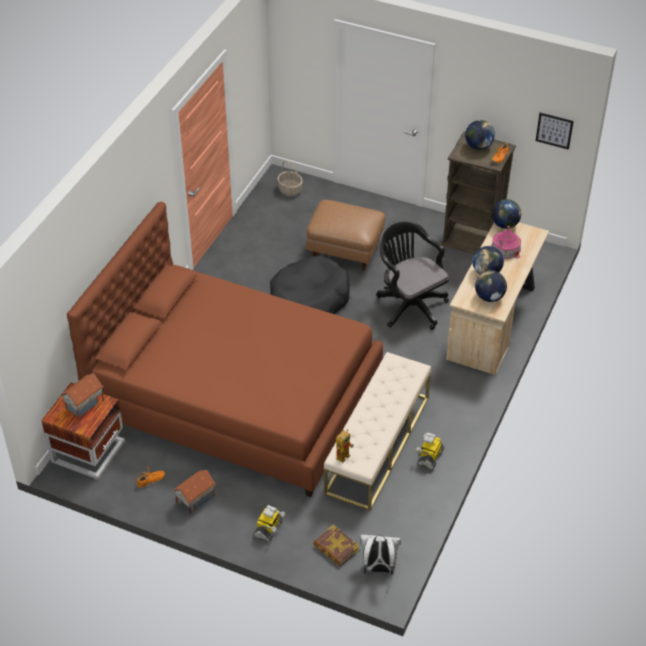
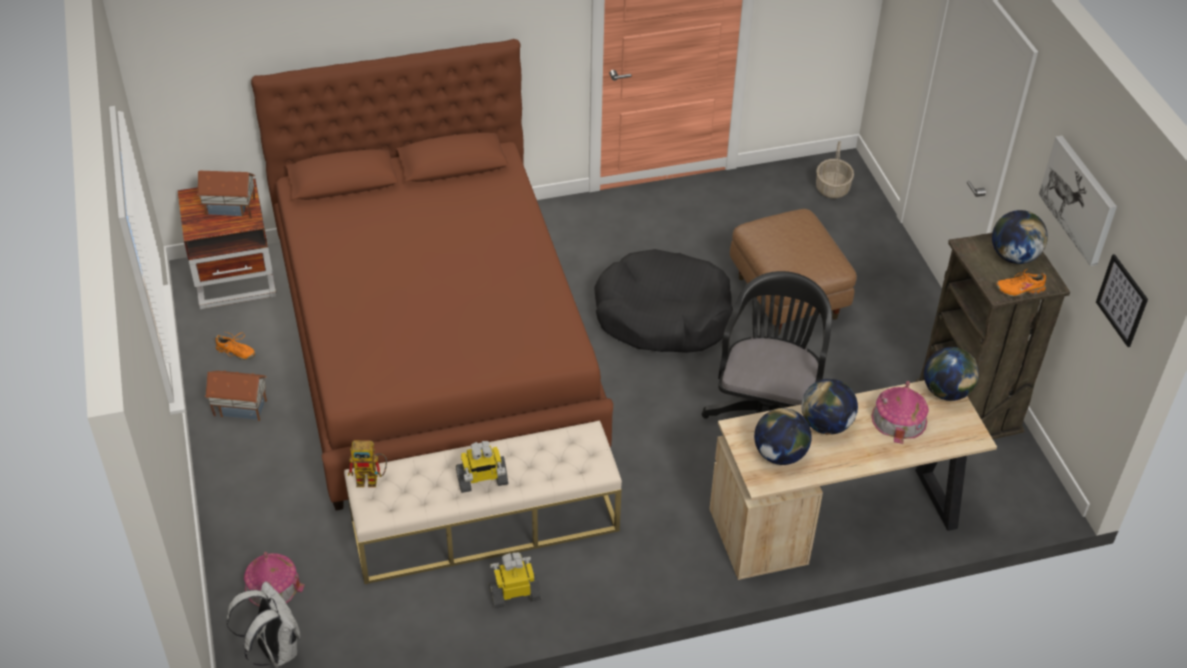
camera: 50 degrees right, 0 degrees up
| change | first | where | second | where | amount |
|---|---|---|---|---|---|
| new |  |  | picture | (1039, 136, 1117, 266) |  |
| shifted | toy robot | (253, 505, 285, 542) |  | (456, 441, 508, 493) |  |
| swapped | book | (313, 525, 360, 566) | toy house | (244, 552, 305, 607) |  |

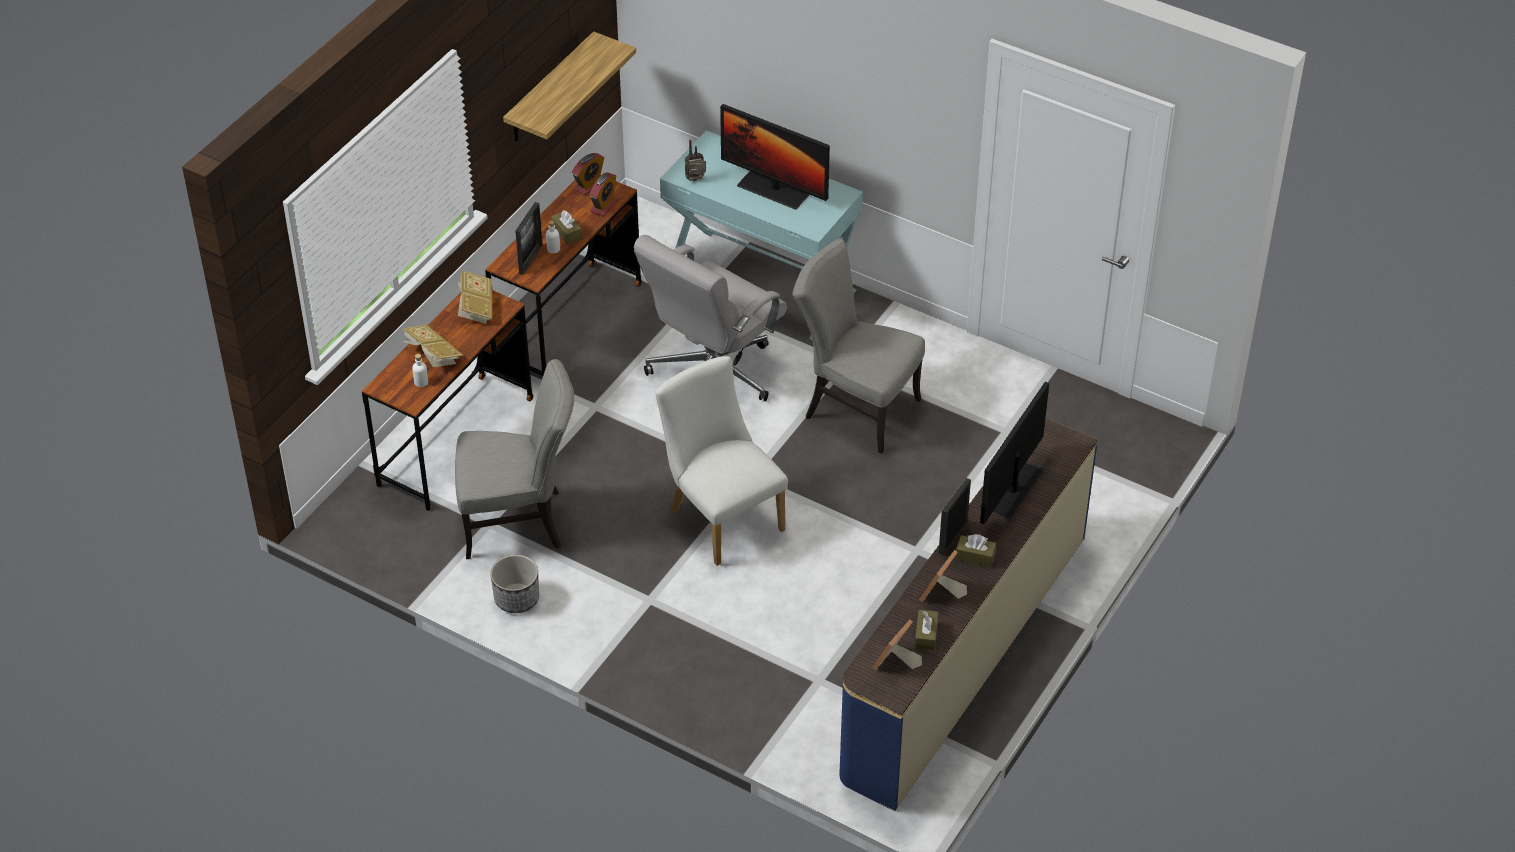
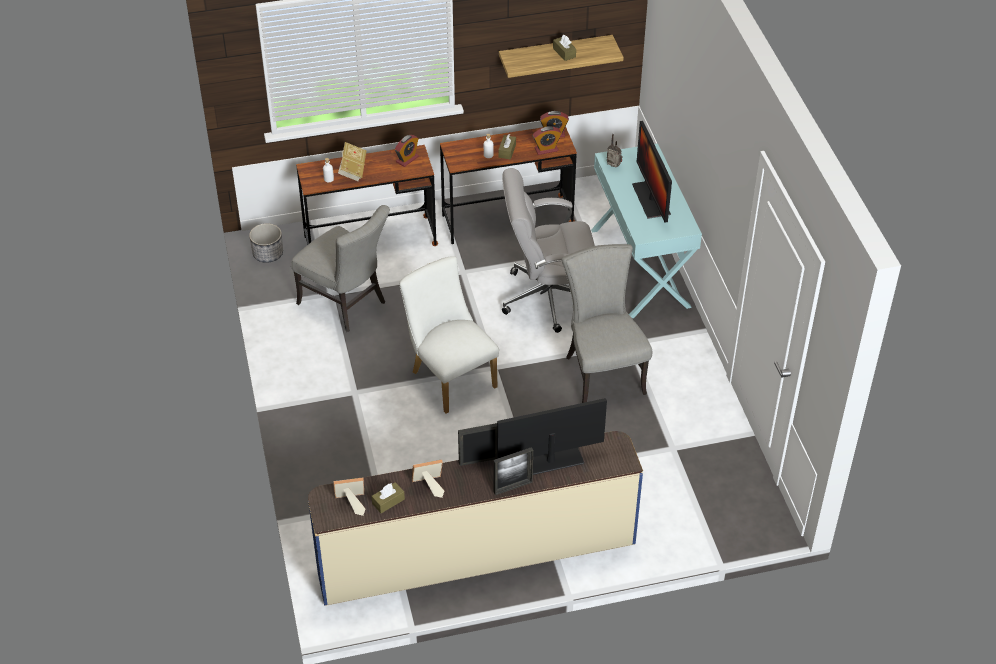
camera: 45 degrees right, 0 degrees up
| change | first | where | second | where | amount |
|---|---|---|---|---|---|
| shifted | planter | (490, 555, 539, 613) |  | (249, 223, 283, 263) |  |
| shifted | picture frame | (515, 202, 543, 275) |  | (494, 447, 533, 495) |  |
| shifted | tissue box/brown | (955, 534, 996, 567) |  | (553, 35, 576, 61) |  |
| swapped | book | (458, 270, 492, 324) | alarm clock | (395, 135, 419, 167) |  |
| rotated | chair/white | (656, 356, 788, 566) |  | (399, 256, 499, 413) | 45 degrees counterclockwise |

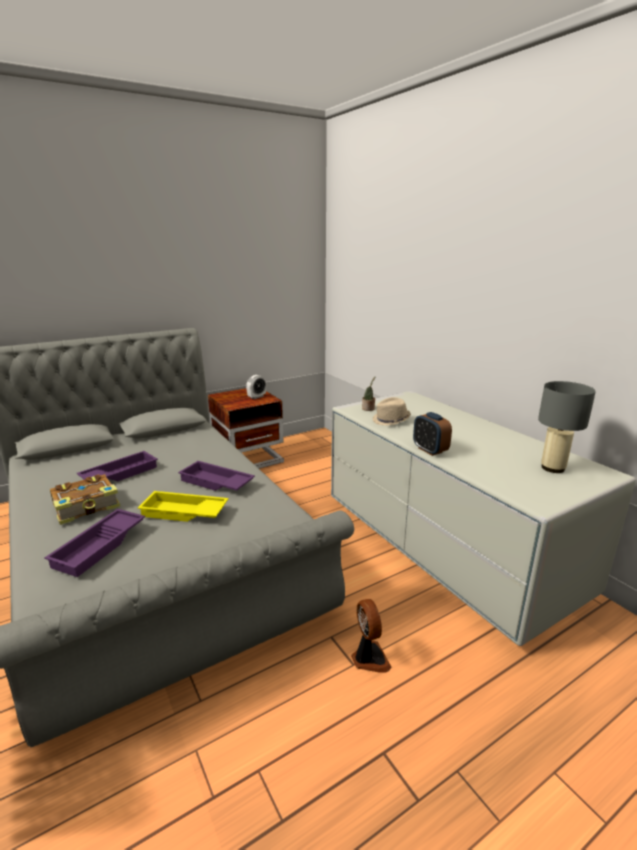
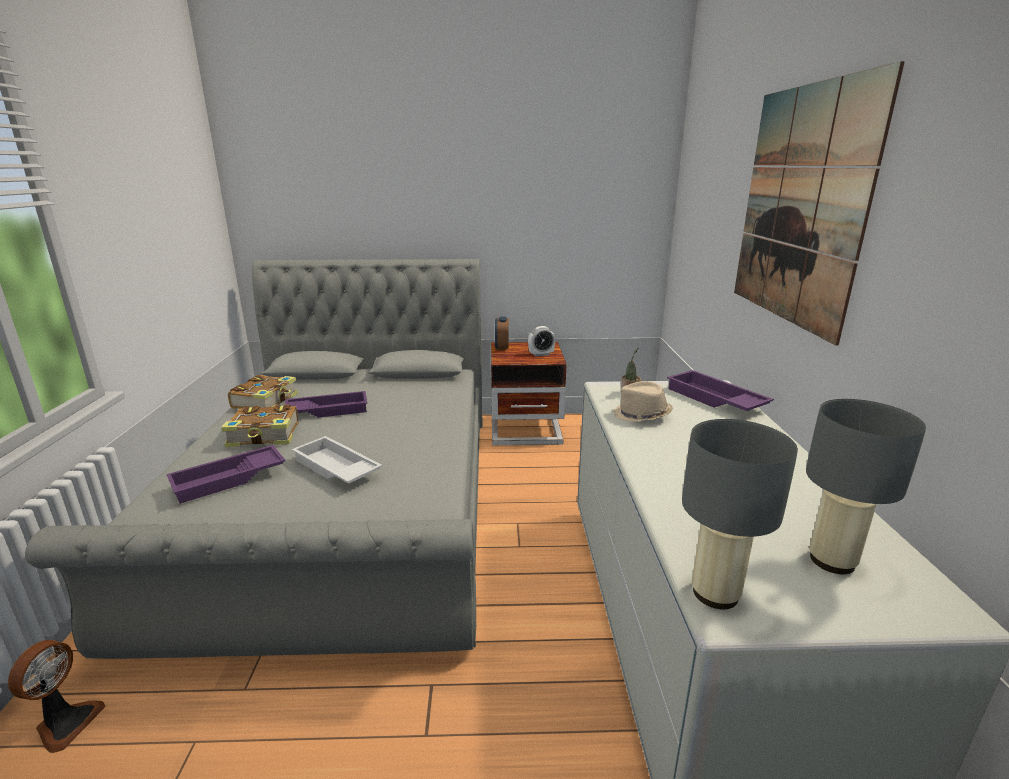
camera: 30 degrees right, 0 degrees up
| change | first | where | second | where | amount |
|---|---|---|---|---|---|
| new |  |  | book | (228, 375, 298, 409) |  |
| new |  |  | table lamp/grey | (682, 419, 798, 609) |  |
| new |  |  | picture | (734, 61, 905, 345) |  |
| shifted | tray/purple | (178, 461, 255, 491) |  | (667, 370, 774, 411) |  |
| shifted | fan | (351, 599, 392, 672) |  | (8, 640, 105, 753) |  |
| shifted | alarm clock | (413, 412, 452, 456) |  | (495, 317, 509, 350) |  |
| repainted | tray/yellow | (138, 491, 229, 522) | tray/white | (292, 436, 382, 484) |  |

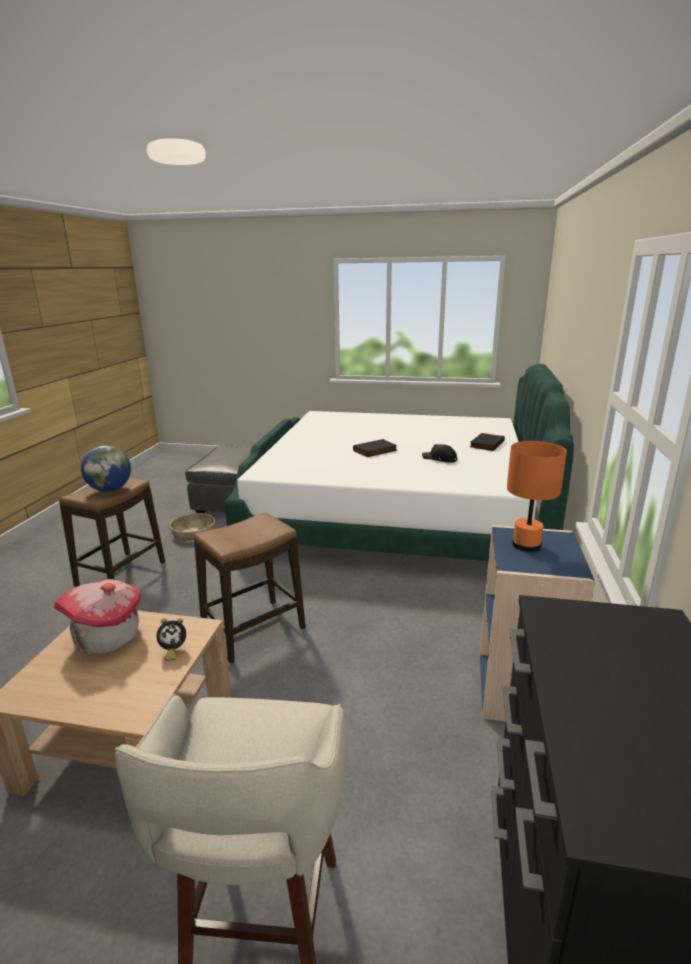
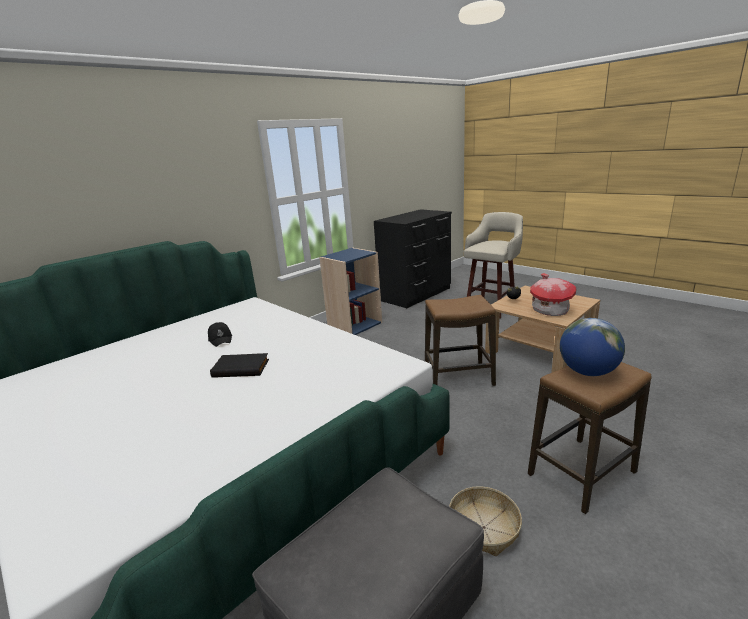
camera: 145 degrees left, 0 degrees up
| change | first | where | second | where | amount |
|---|---|---|---|---|---|
| gone | book/black | (470, 433, 505, 451) |  |  |  |
| gone | table lamp/orange | (507, 441, 567, 552) |  |  |  |

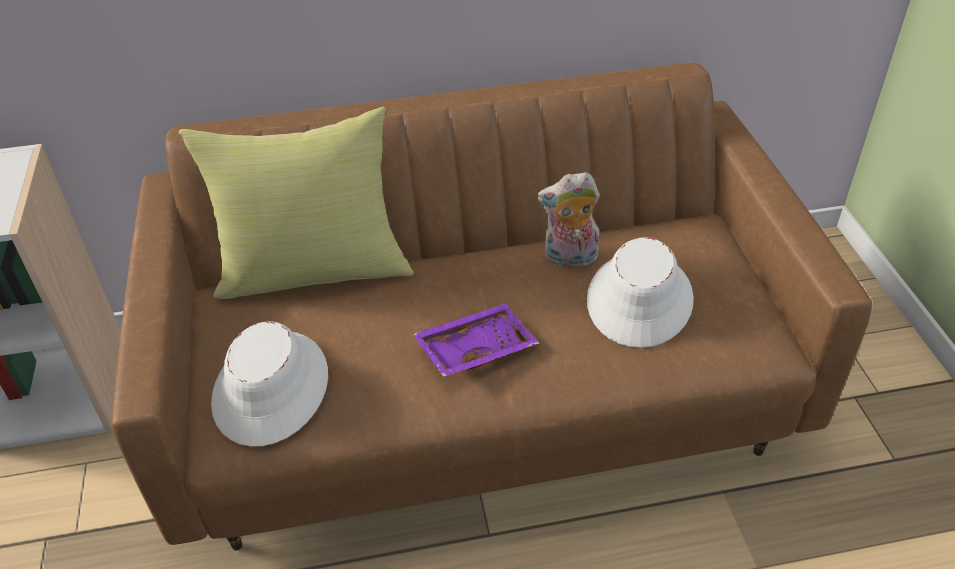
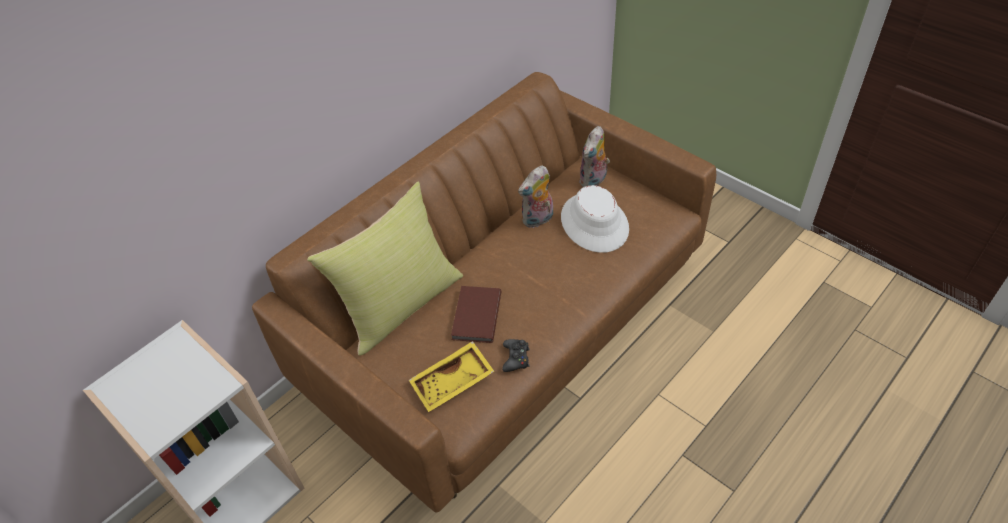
camera: 35 degrees left, 5 degrees up
| change | first | where | second | where | amount |
|---|---|---|---|---|---|
| gone | tray/purple | (413, 303, 539, 377) |  |  |  |
| new |  |  | book/brown | (451, 286, 501, 343) |  |
| new |  |  | game controller/black | (502, 339, 530, 372) |  |
| new |  |  | plush toy | (579, 126, 610, 187) |  |
| swapped | hat/white | (211, 321, 328, 447) | tray/yellow | (409, 341, 495, 412) |  |

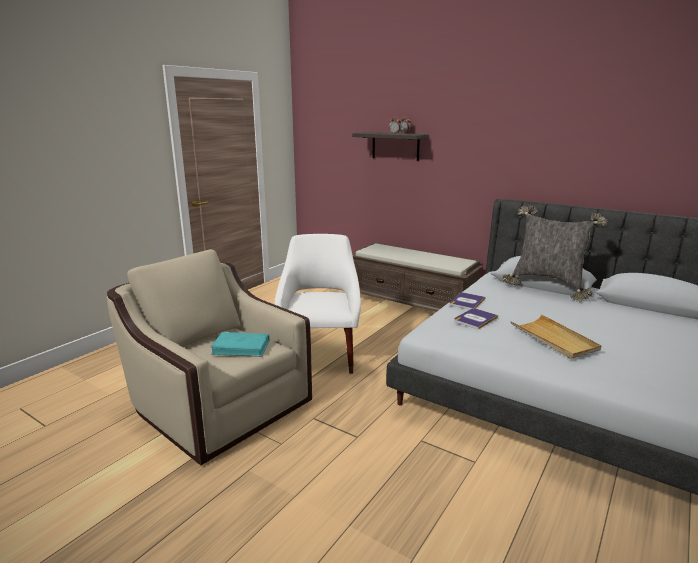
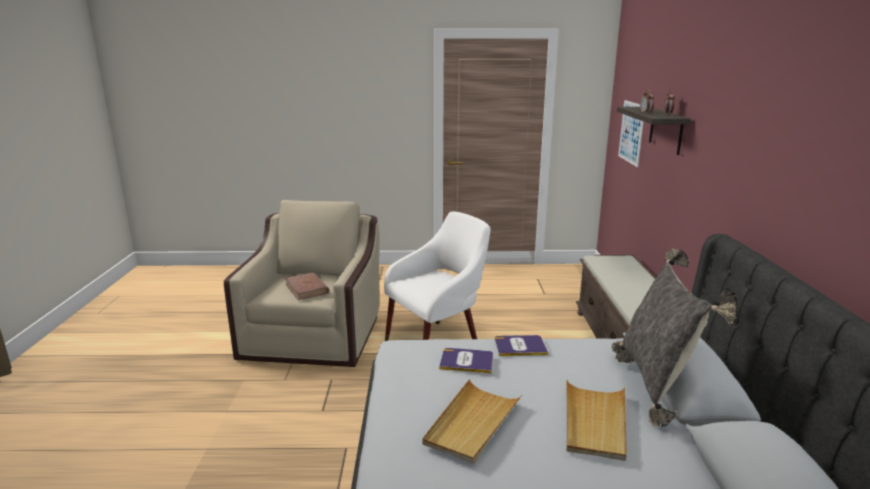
camera: 55 degrees right, 0 degrees up
| change | first | where | second | where | amount |
|---|---|---|---|---|---|
| new |  |  | tray/beige | (566, 380, 627, 461) |  |
| new |  |  | picture | (618, 100, 644, 167) |  |
| repainted | book/turquoise | (210, 332, 270, 357) | book/brown | (285, 272, 329, 300) |  |

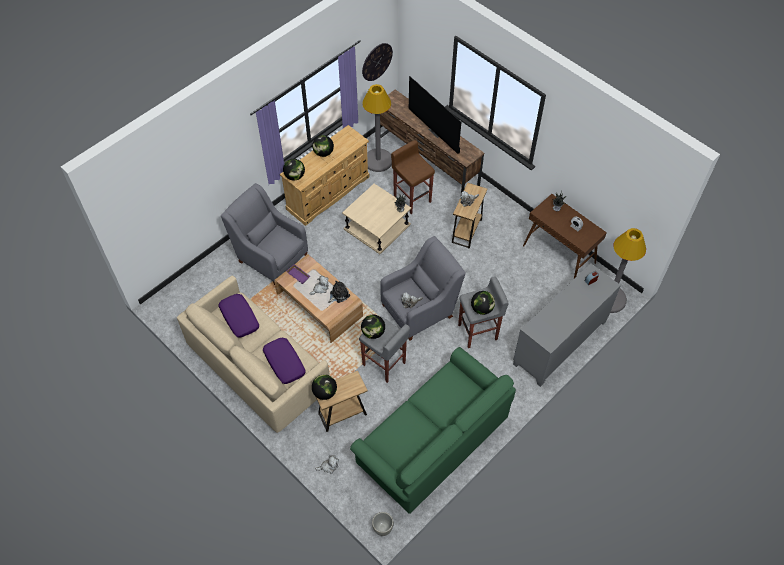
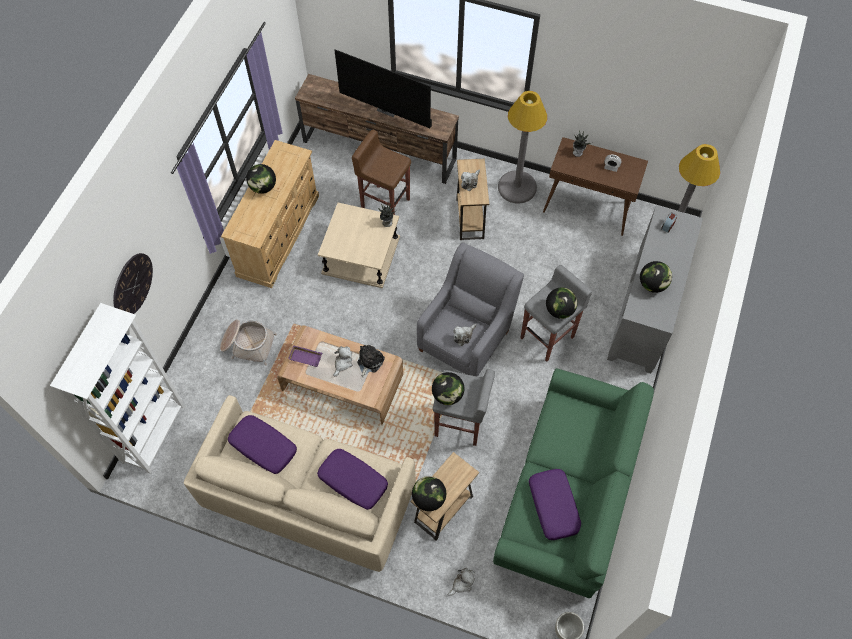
camera: 25 degrees left, 5 degrees up
| change | first | where | second | where | amount |
|---|---|---|---|---|---|
| new |  |  | bookcase/white | (50, 303, 186, 473) |  |
| new |  |  | pillow/purple | (529, 469, 581, 540) |  |
| shifted | globe | (283, 159, 305, 180) |  | (640, 261, 672, 293) |  |
| shifted | wall clock | (362, 43, 393, 81) |  | (113, 253, 153, 314) |  |
| shifted | floor lamp/grey | (362, 84, 392, 172) |  | (498, 91, 547, 204) |  |
| swapped | armchair/grey | (221, 183, 308, 285) | basket | (220, 319, 277, 365) |  |

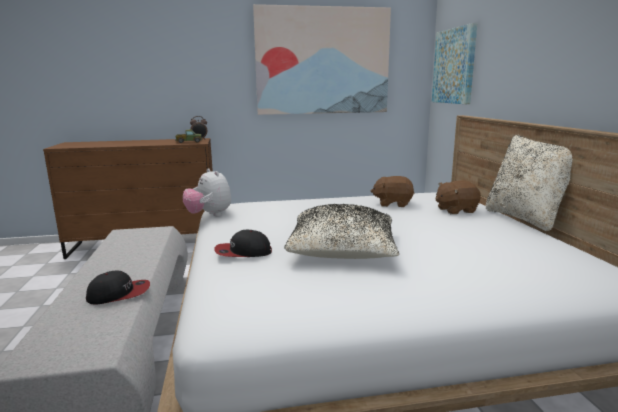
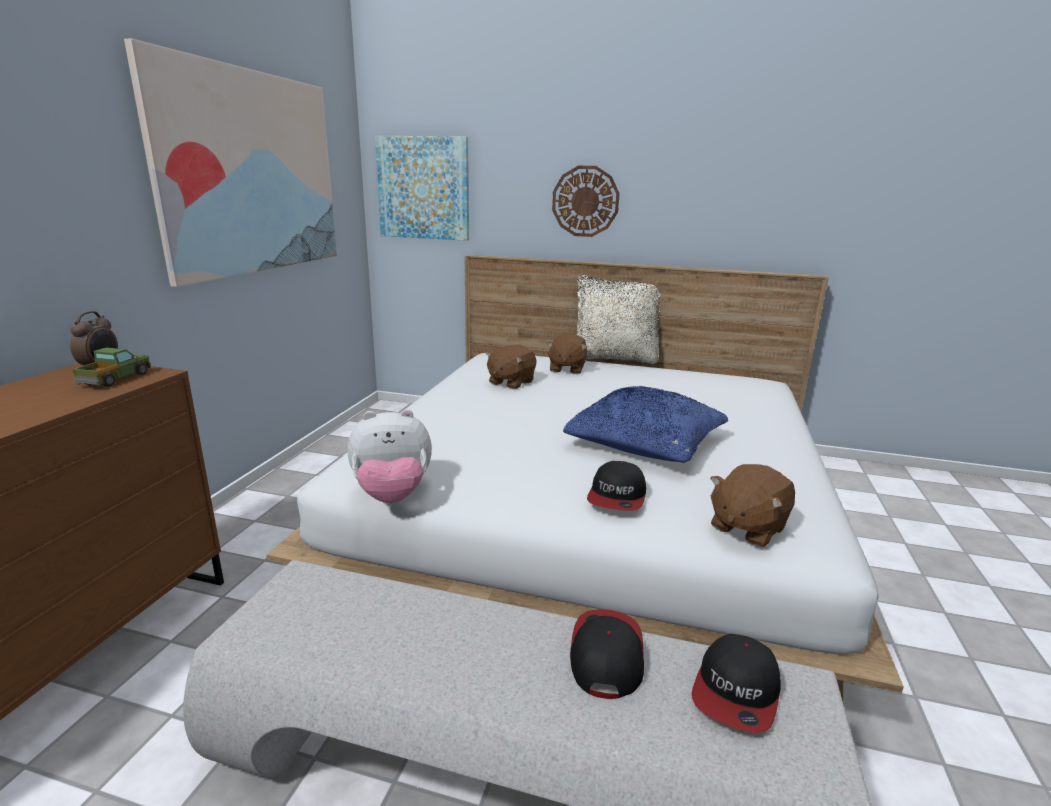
camera: 65 degrees left, 5 degrees up
| change | first | where | second | where | amount |
|---|---|---|---|---|---|
| new |  |  | wall clock | (552, 166, 620, 237) |  |
| new |  |  | cap | (692, 634, 781, 733) |  |
| new |  |  | plush toy/brown | (710, 464, 795, 547) |  |
| repainted | pillow/beige | (284, 204, 399, 259) | pillow/blue | (563, 386, 728, 463) |  |

